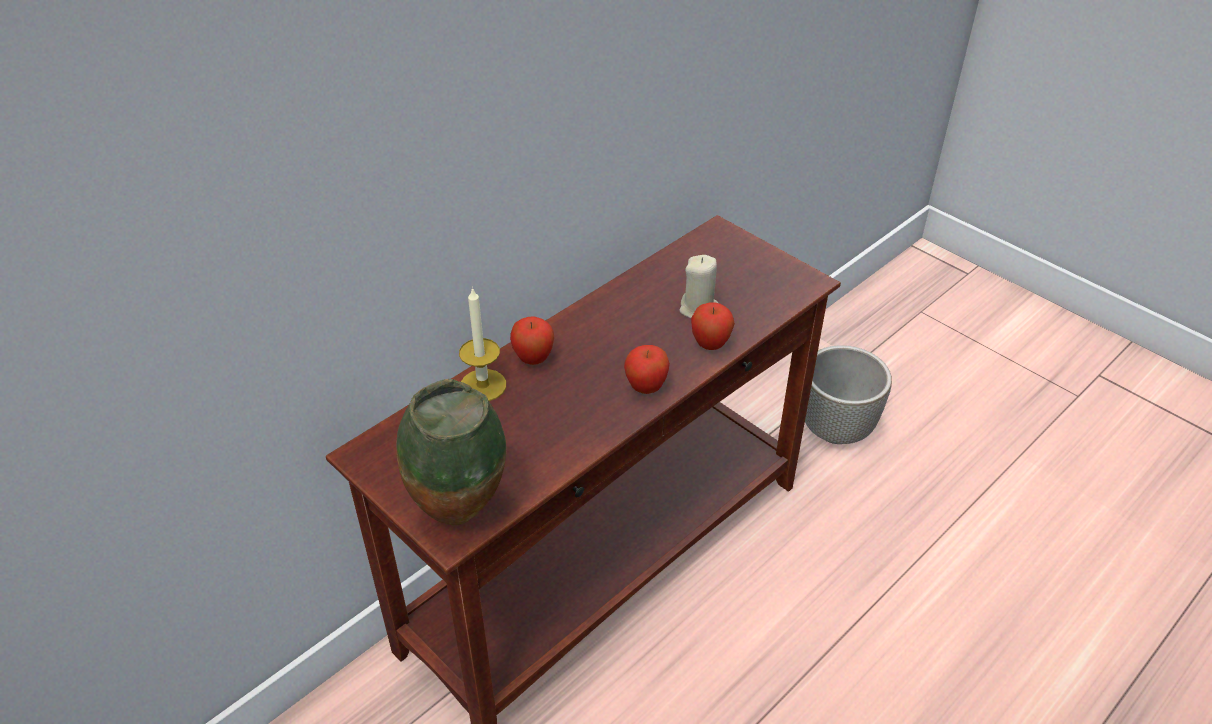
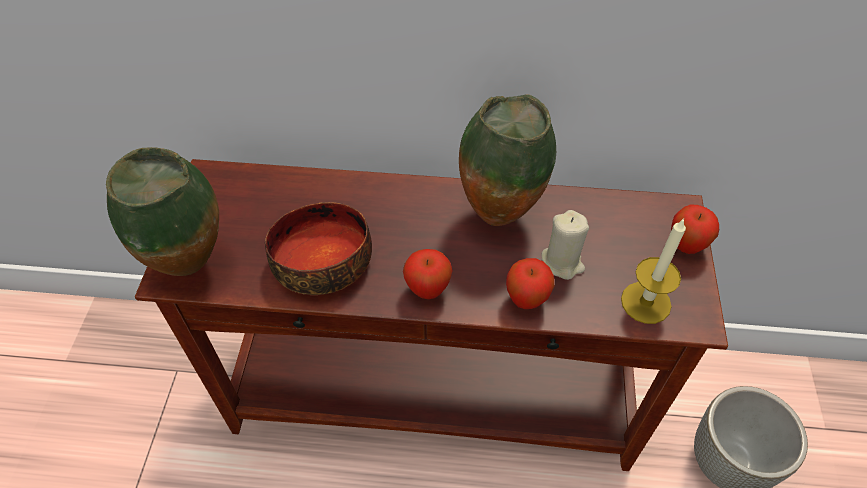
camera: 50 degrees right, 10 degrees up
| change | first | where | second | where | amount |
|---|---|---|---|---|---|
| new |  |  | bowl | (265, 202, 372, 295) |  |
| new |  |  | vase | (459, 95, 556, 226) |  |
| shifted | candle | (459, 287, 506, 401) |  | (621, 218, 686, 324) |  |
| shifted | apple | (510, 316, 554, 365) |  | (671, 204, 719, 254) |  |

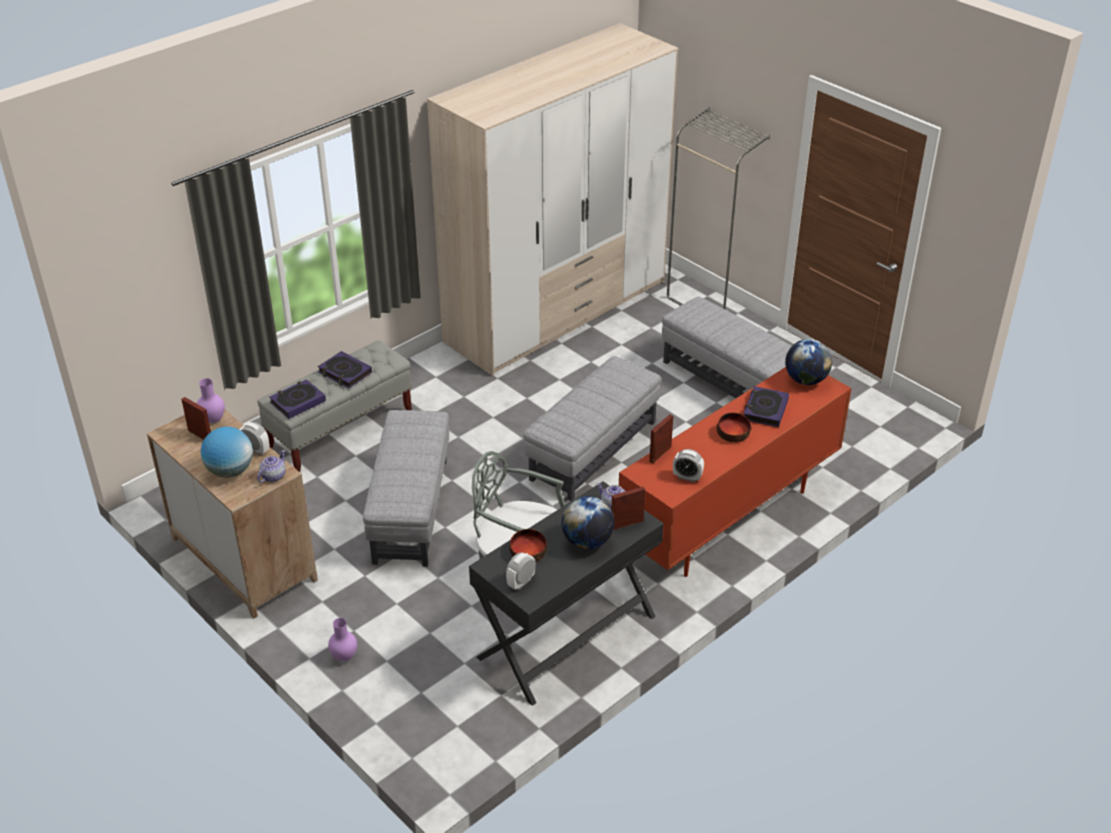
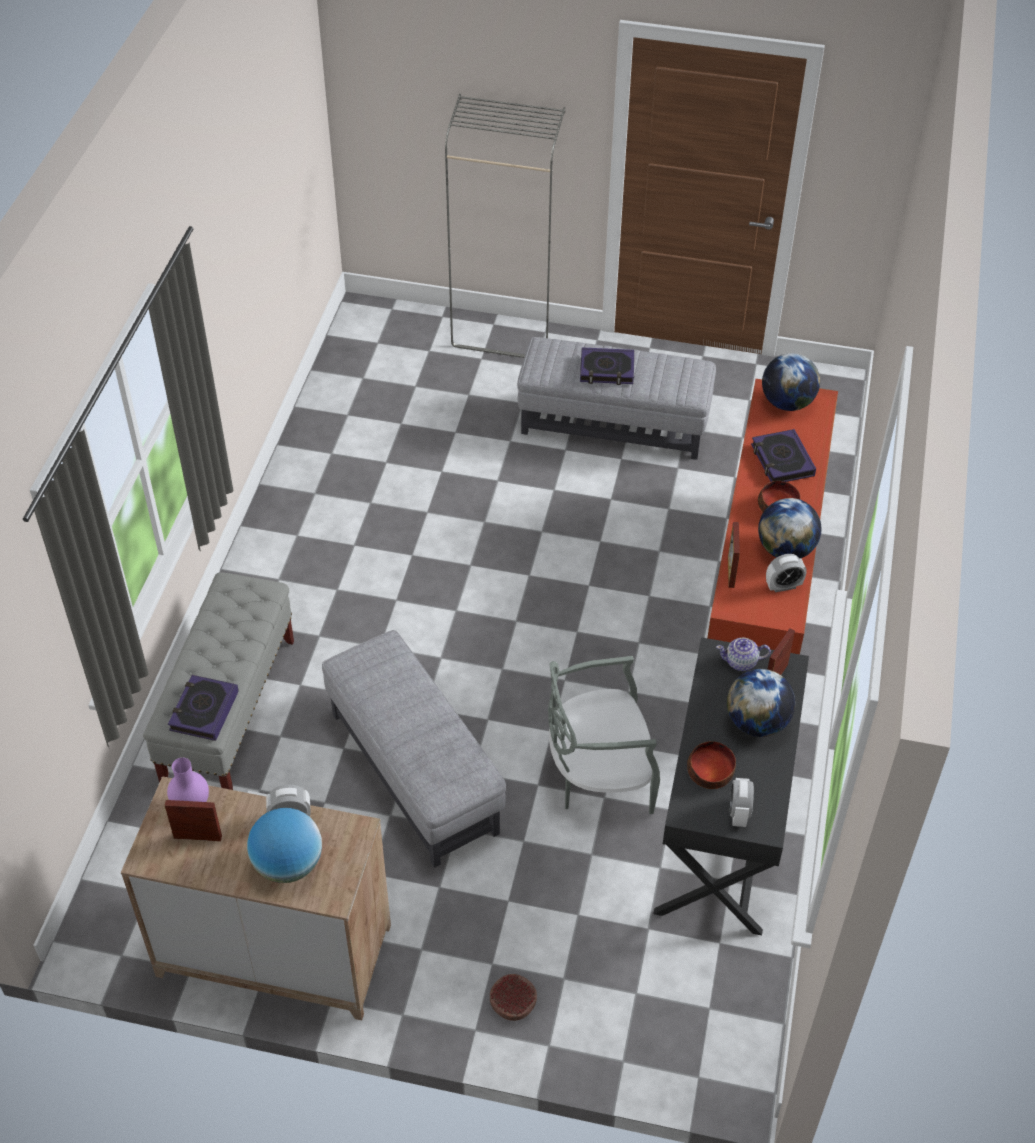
camera: 35 degrees left, 10 degrees up
| change | first | where | second | where | amount |
|---|---|---|---|---|---|
| gone | teapot | (257, 450, 286, 483) |  |  |  |
| gone | wardrobe | (427, 23, 679, 376) |  |  |  |
| gone | ottoman/grey | (524, 356, 661, 501) |  |  |  |
| new |  |  | globe | (758, 498, 821, 559) |  |
| shifted | book | (318, 351, 372, 388) |  | (580, 347, 634, 385) |  |
| swapped | vase/purple | (328, 618, 357, 661) | bowl | (490, 974, 537, 1021) |  |

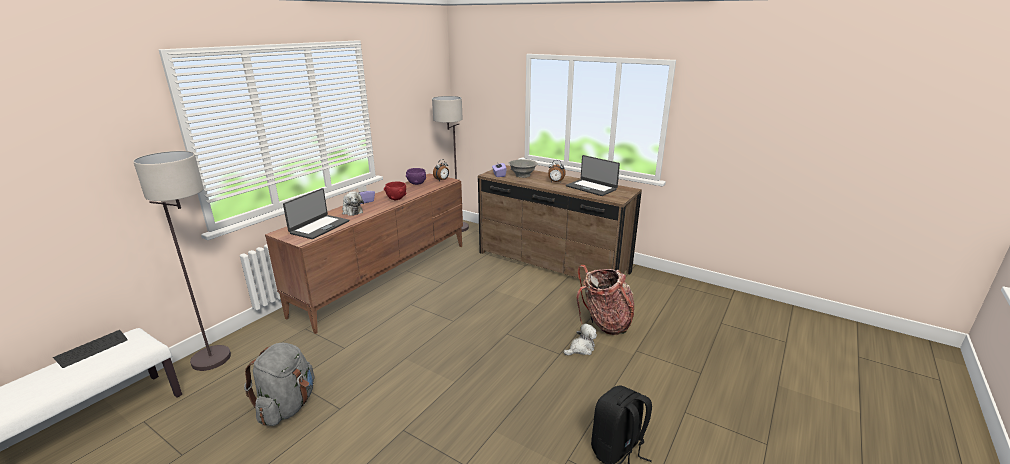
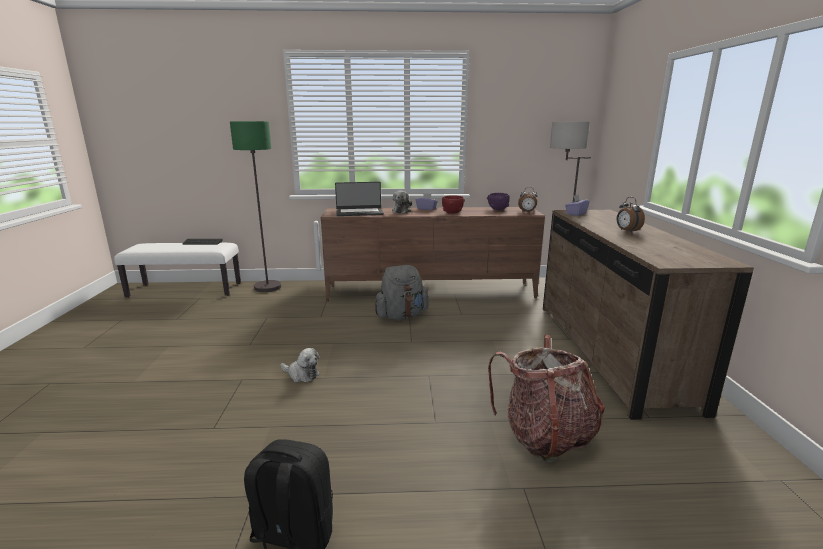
camera: 55 degrees right, 5 degrees down
| change | first | where | second | where | amount |
|---|---|---|---|---|---|
| gone | bowl/grey | (509, 159, 538, 178) |  |  |  |
| gone | laptop | (566, 155, 620, 196) |  |  |  |
| shifted | backpack/grey | (244, 343, 314, 426) |  | (375, 265, 429, 320) |  |
| shifted | plush toy | (563, 323, 597, 356) |  | (281, 348, 320, 382) |  |
| repainted | floor lamp/grey | (133, 151, 231, 371) | floor lamp/green | (230, 121, 281, 292) |  |

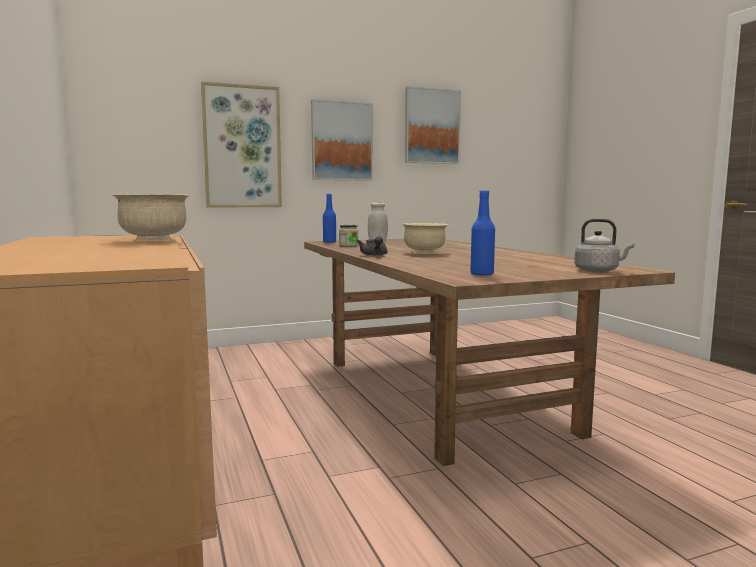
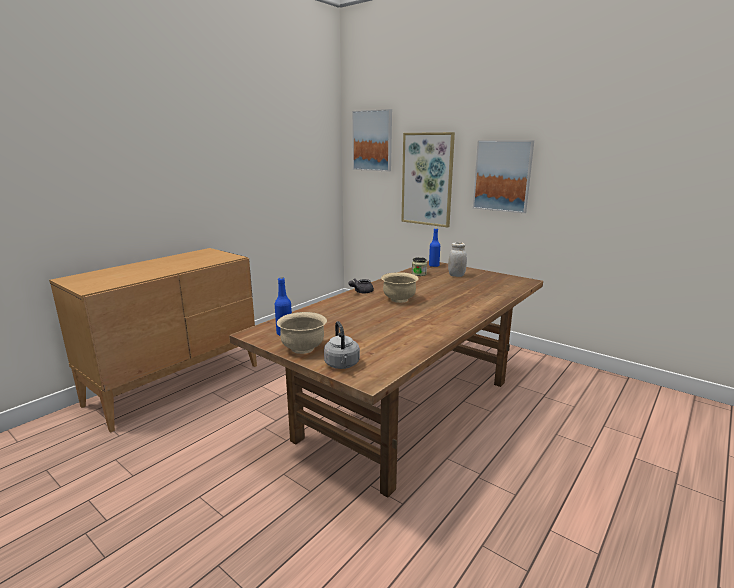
camera: 60 degrees right, 10 degrees up
| change | first | where | second | where | amount |
|---|---|---|---|---|---|
| shifted | bowl/beige | (112, 194, 190, 241) |  | (277, 312, 327, 354) |  |
| shifted | picture | (405, 86, 461, 164) |  | (352, 109, 392, 171) |  |

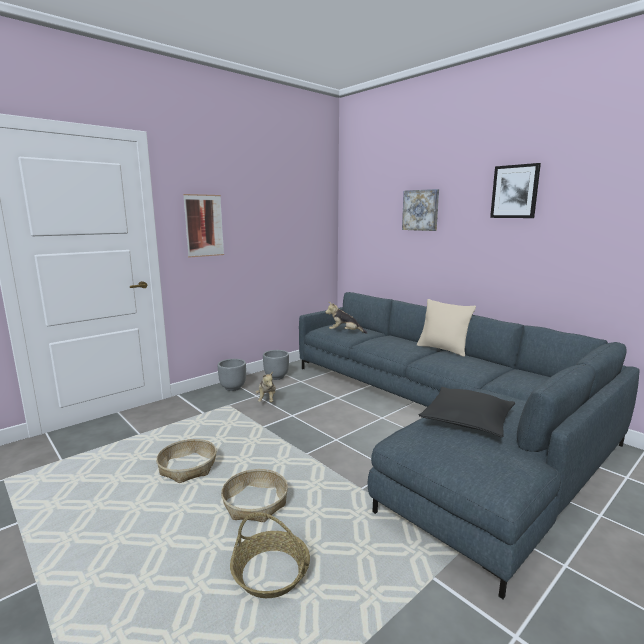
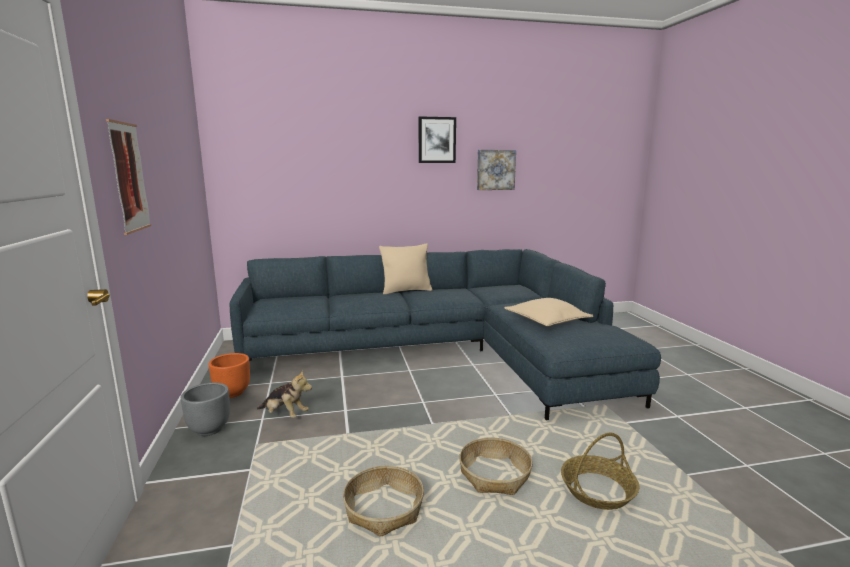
camera: 60 degrees left, 0 degrees up
| change | first | where | second | where | amount |
|---|---|---|---|---|---|
| gone | plush toy | (325, 302, 367, 334) |  |  |  |
| shifted | picture | (402, 189, 439, 231) |  | (477, 150, 516, 190) |  |
| repainted | planter/grey | (263, 350, 289, 380) | planter/orange | (209, 353, 250, 398) |  |
| repainted | pillow/black | (419, 387, 515, 437) | pillow/beige | (504, 298, 593, 326) |  |

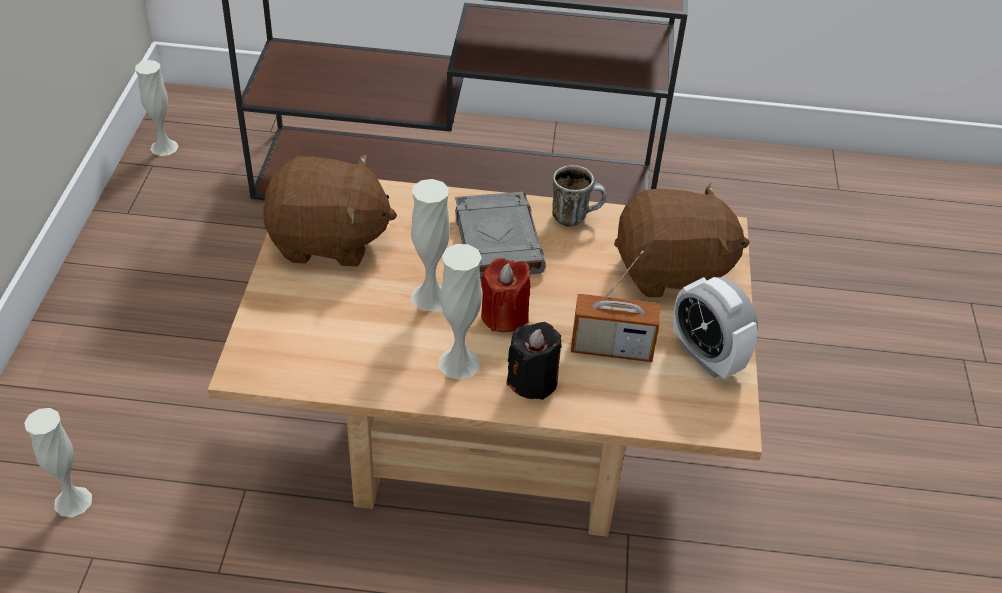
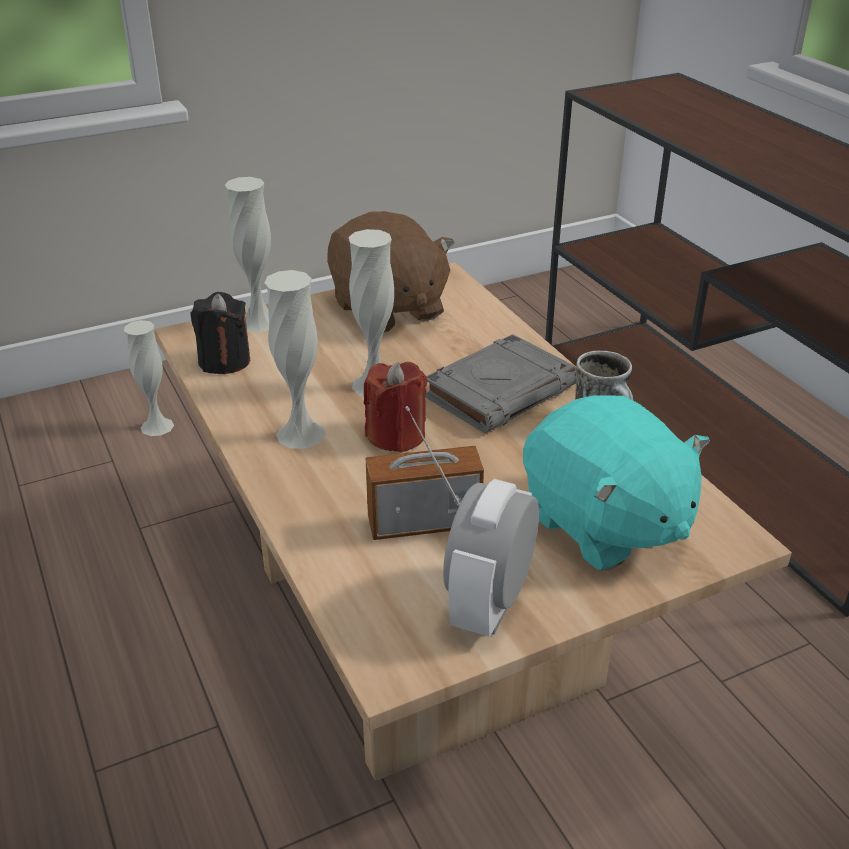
camera: 60 degrees right, 10 degrees down
| change | first | where | second | where | amount |
|---|---|---|---|---|---|
| shifted | vase/white | (135, 60, 178, 156) |  | (225, 177, 271, 332) |  |
| shifted | candle/black | (507, 322, 562, 400) |  | (190, 292, 250, 374) |  |
| repainted | plush toy/brown | (614, 183, 749, 297) | plush toy/turquoise | (523, 395, 710, 571) |  |
| rotated | radio | (571, 251, 661, 362) |  | (366, 406, 484, 540) | 105 degrees clockwise |

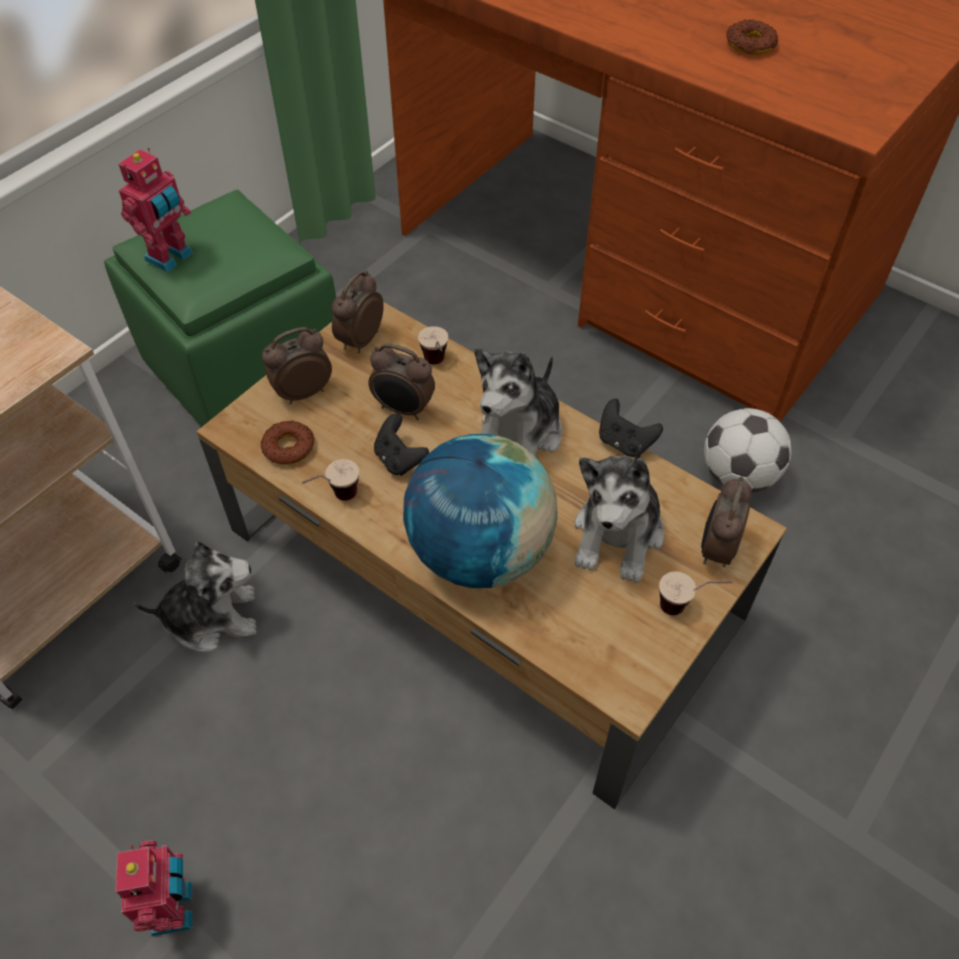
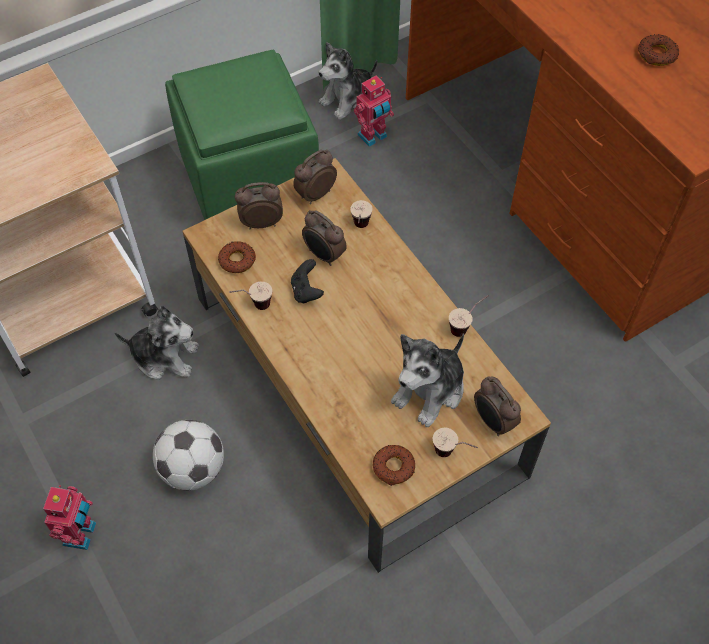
camera: 20 degrees right, 5 degrees up
| change | first | where | second | where | amount |
|---|---|---|---|---|---|
| gone | globe | (403, 434, 558, 588) |  |  |  |
| new |  |  | donut | (373, 445, 415, 486) |  |
| shifted | toy robot | (118, 148, 193, 272) |  | (354, 76, 394, 147) |  |
| shifted | plush toy | (475, 348, 562, 457) |  | (319, 42, 377, 120) |  |
| shifted | football | (704, 408, 791, 492) |  | (153, 420, 224, 491) |  |
| swapped | game controller/black | (599, 399, 663, 457) | cup | (449, 295, 488, 337) |  |
| rotated | alarm clock | (701, 477, 752, 567) |  | (474, 376, 521, 436) | 75 degrees counterclockwise |

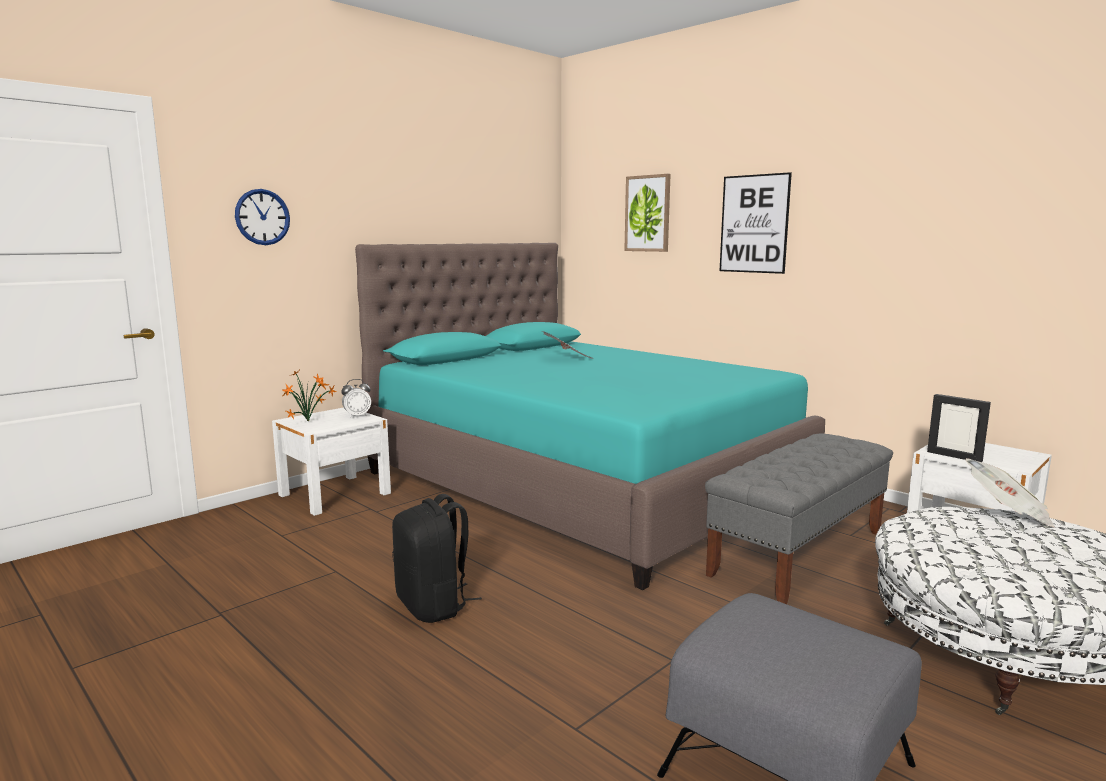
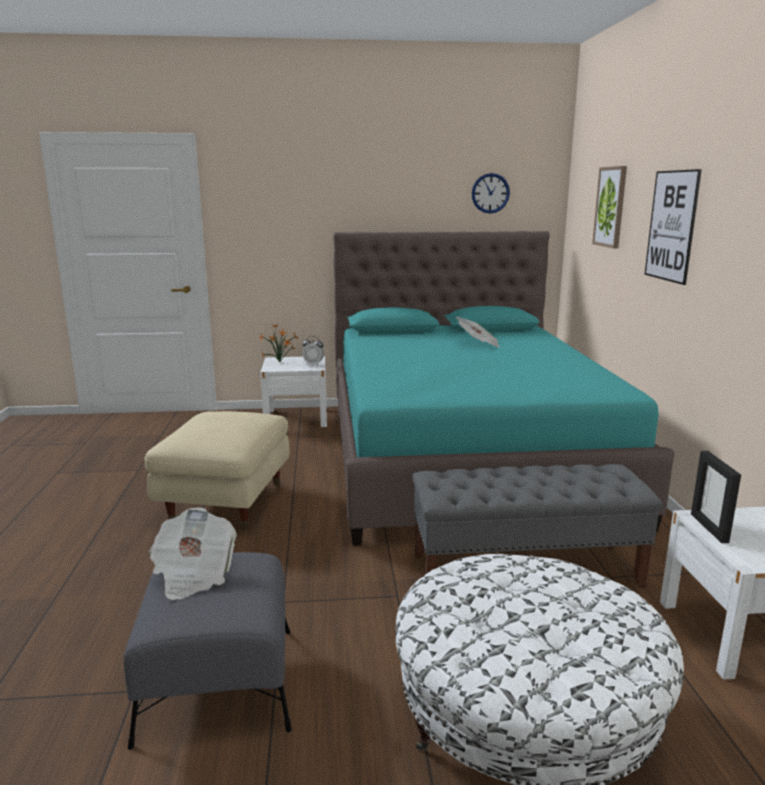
camera: 40 degrees right, 5 degrees up
| change | first | where | second | where | amount |
|---|---|---|---|---|---|
| shifted | wall clock | (235, 189, 290, 245) |  | (472, 173, 510, 213) |  |
| shifted | newspaper | (965, 458, 1054, 527) |  | (149, 507, 237, 600) |  |
| swapped | backpack/black | (392, 494, 482, 623) | ottoman/beige | (145, 411, 289, 531) |  |

